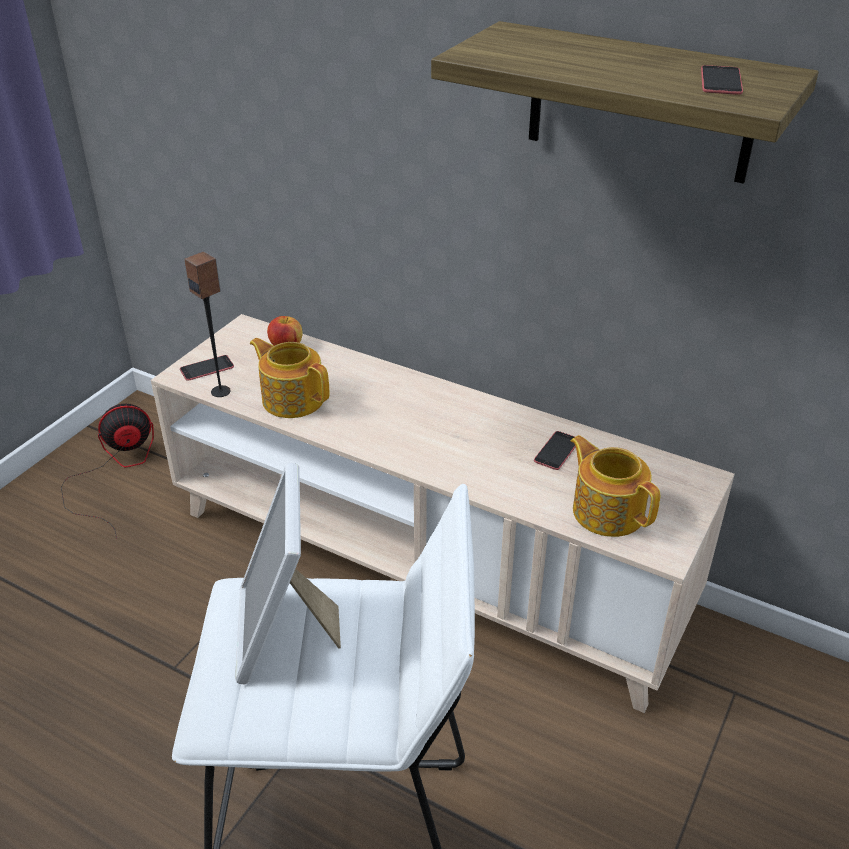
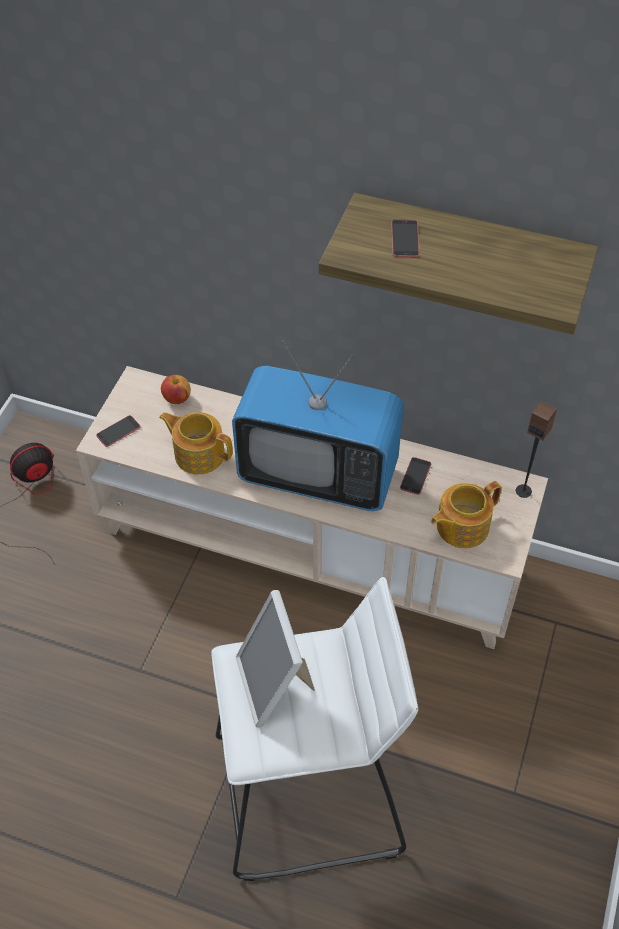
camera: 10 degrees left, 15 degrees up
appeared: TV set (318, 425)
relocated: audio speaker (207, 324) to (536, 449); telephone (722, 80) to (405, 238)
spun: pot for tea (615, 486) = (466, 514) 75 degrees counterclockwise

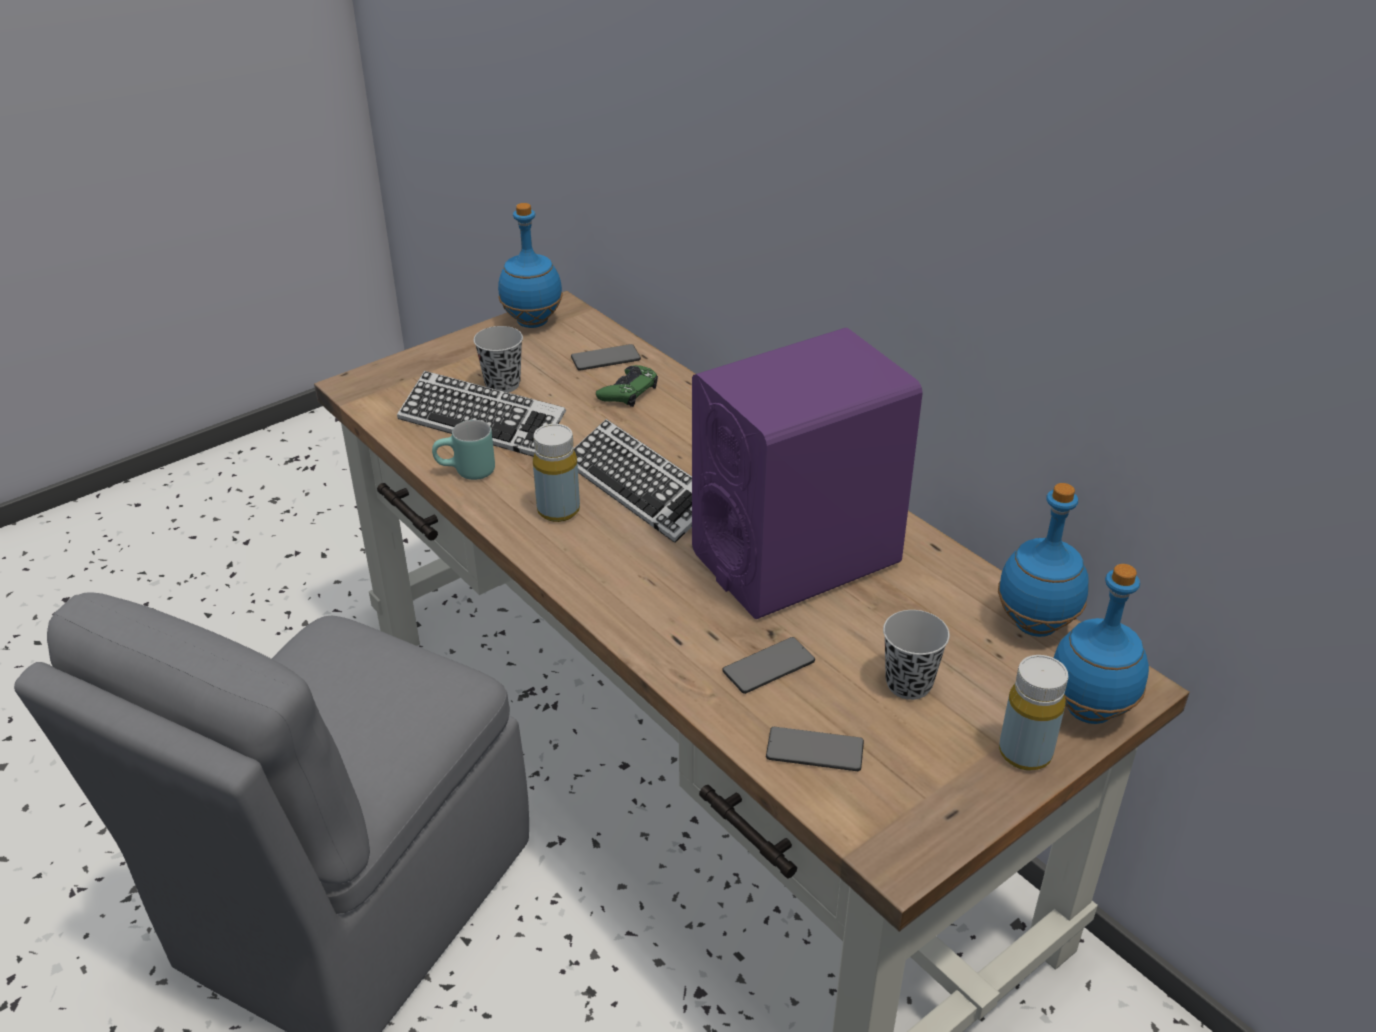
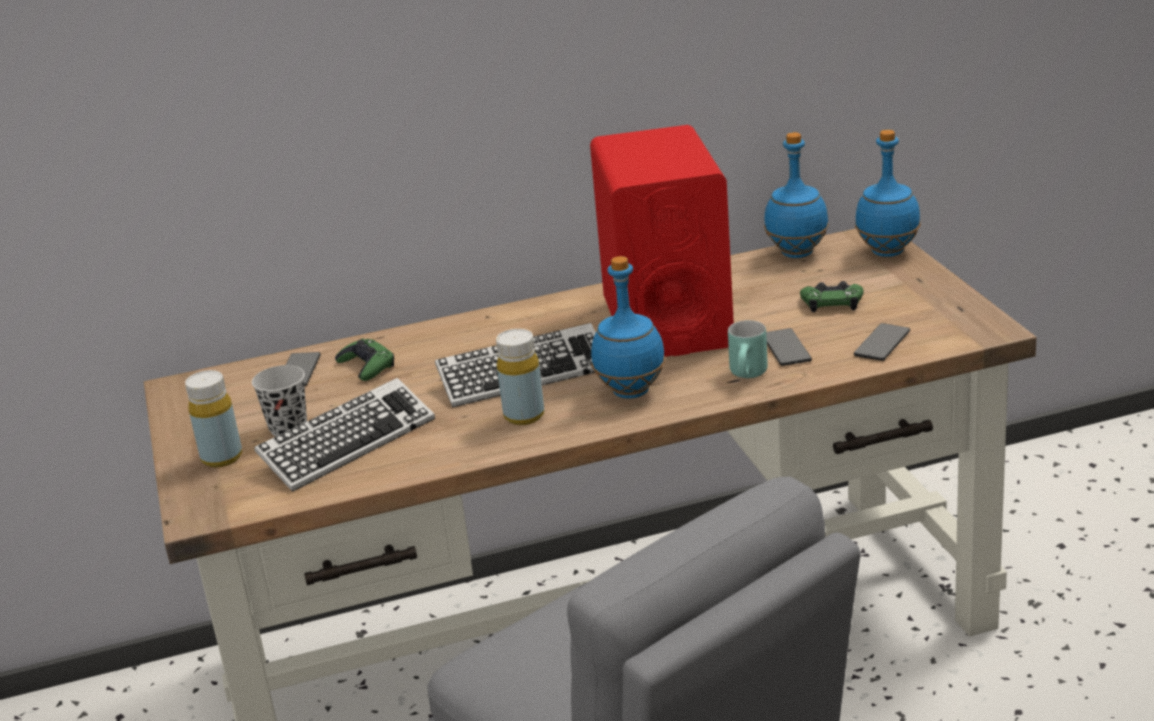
camera: 65 degrees left, 10 degrees down
relocated: turquoise-coloured tea mug (463, 450) to (748, 349); blue-coloured beverage bottle (530, 265) to (628, 327); yellow-coloured beverage bottle (1033, 713) to (213, 418)
exchanged: black drinking cup (916, 655) to greenish game controller (832, 296)
colour: purple audio speaker (807, 473) to red-coloured audio speaker (662, 241)

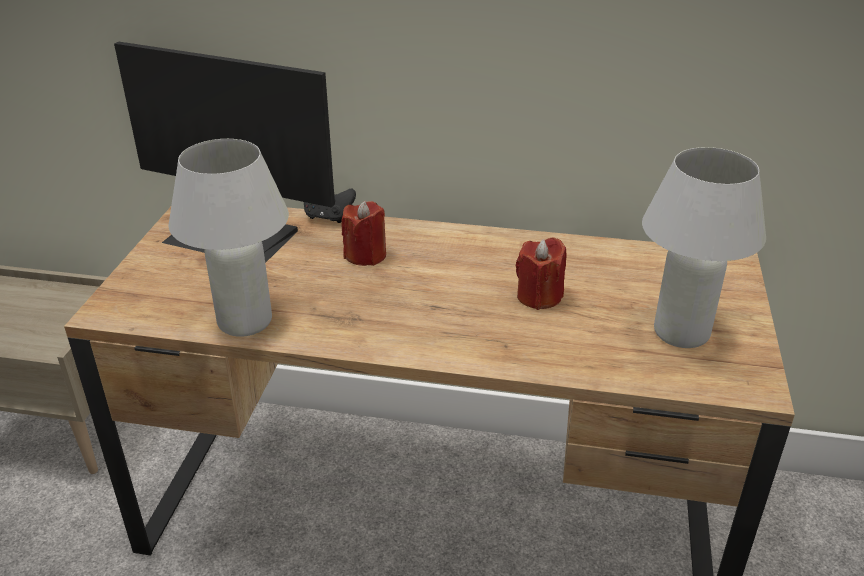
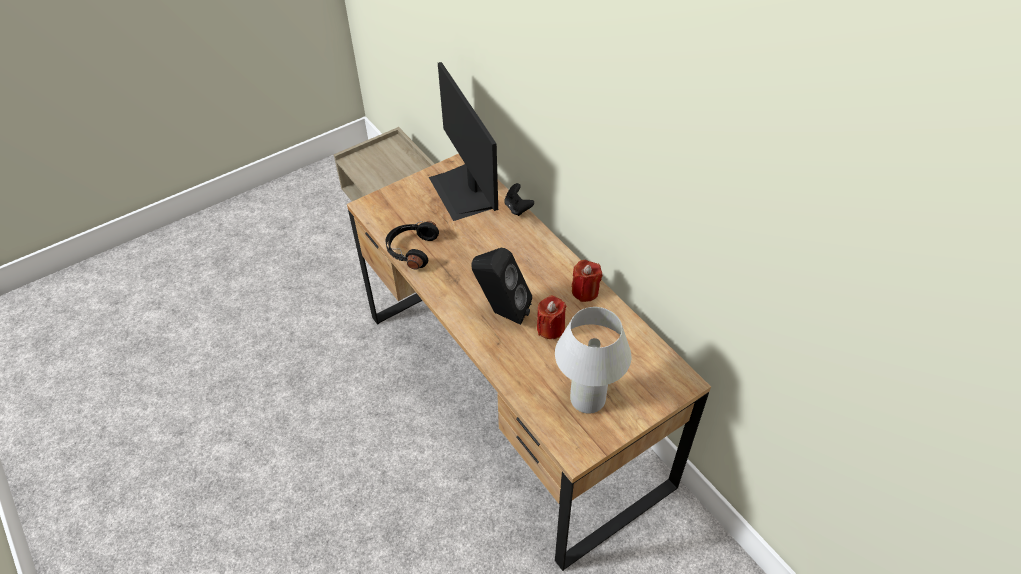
camera: 45 degrees right, 15 degrees up
appeared: black audio speaker (501, 286)
relocated: red-coloured wax candle (363, 233) to (587, 281)
exchanged: whitish table lamp (229, 238) to black headphones (412, 245)

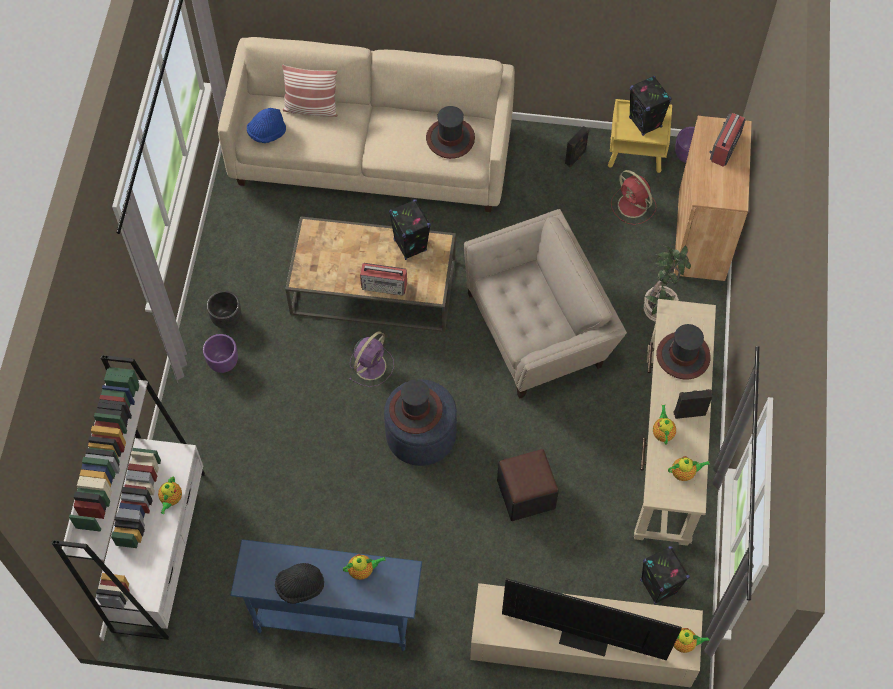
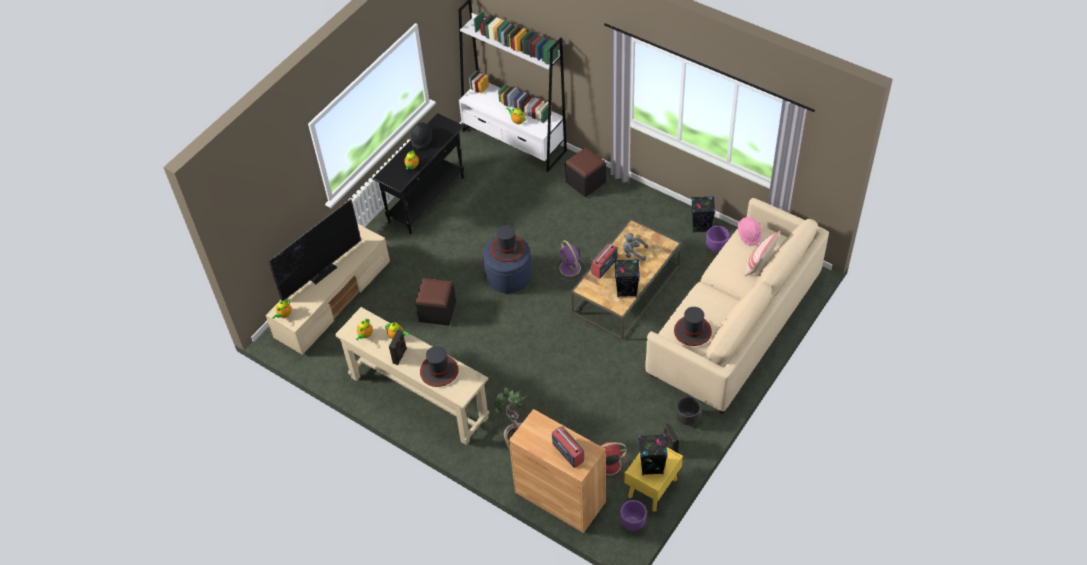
camera: 120 degrees right, 10 degrees down
missing: beige easy chair (545, 304)
appeared: black footrest (585, 172); greyish plush toy (635, 247)
relocated: purple flower pot (220, 353) to (717, 239); black flower pot (224, 310) to (688, 410); black audio speaker (665, 575) to (703, 214)
colour: blue-coloured narrow table (326, 595) to black narrow table (418, 173); blue-coloured wearable hat (266, 125) to pinkish wearable hat (749, 231)

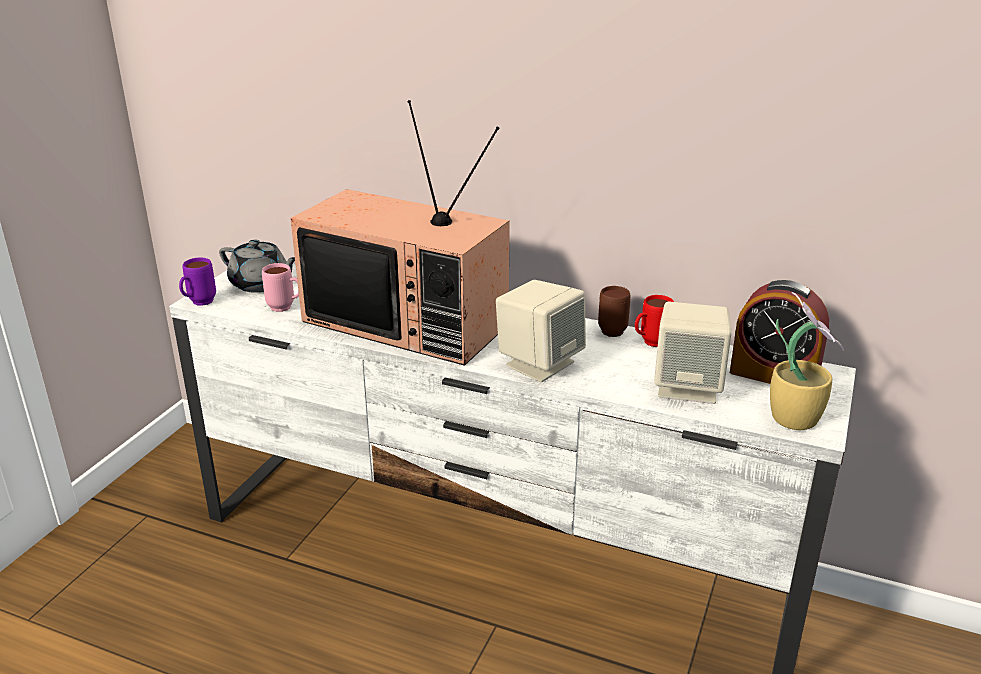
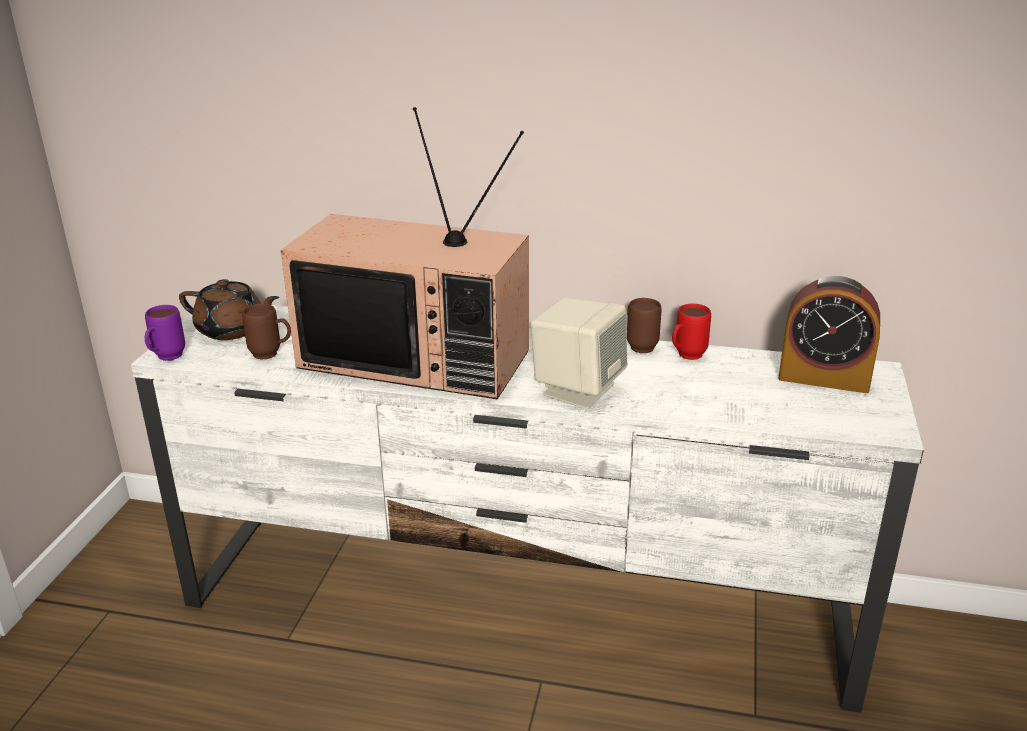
camera: 10 degrees left, 0 degrees up
missing: beige audio speaker (692, 352); potted plant (807, 361)
colour: greyish pot for tea (257, 266) to brown pot for tea (229, 309); pinkish tea mug (280, 287) to brown tea mug (266, 332)

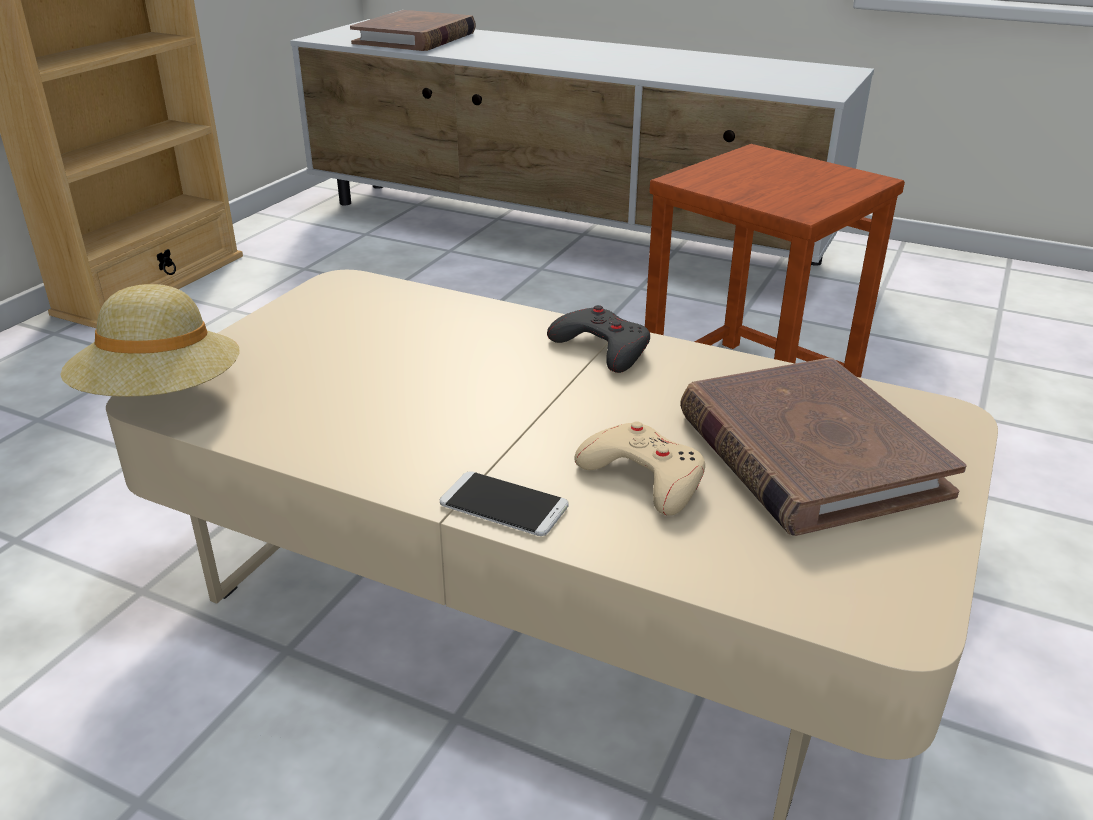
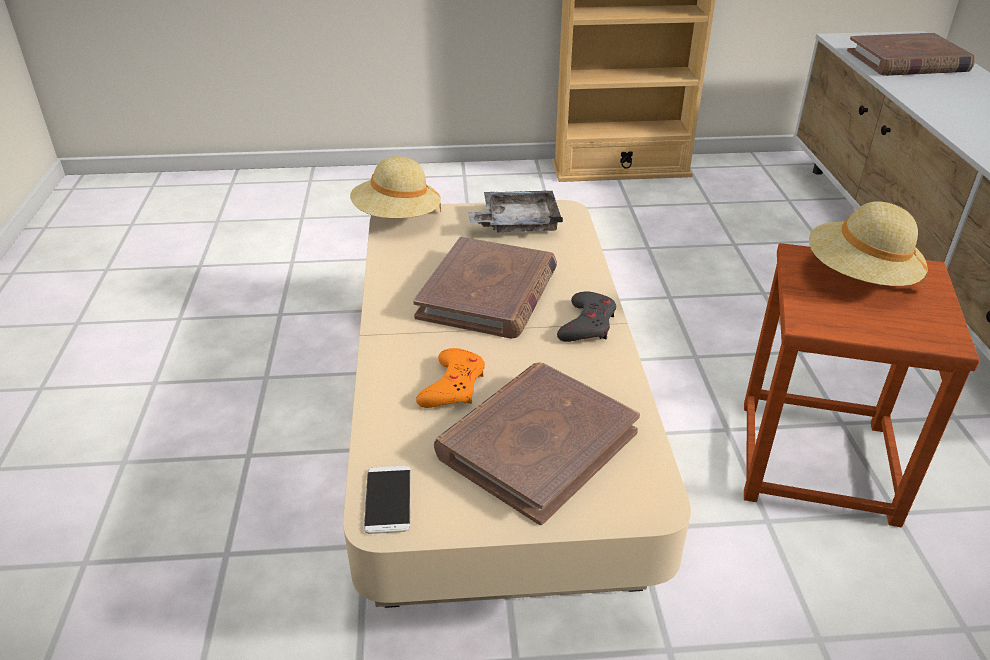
camera: 60 degrees right, 5 degrees up
appeared: brown book (485, 288); greyish serving tray (515, 212); beige wearable hat (868, 245)
relocated: telephone (504, 503) to (387, 500)
colour: beige game controller (639, 468) to orange game controller (450, 378)

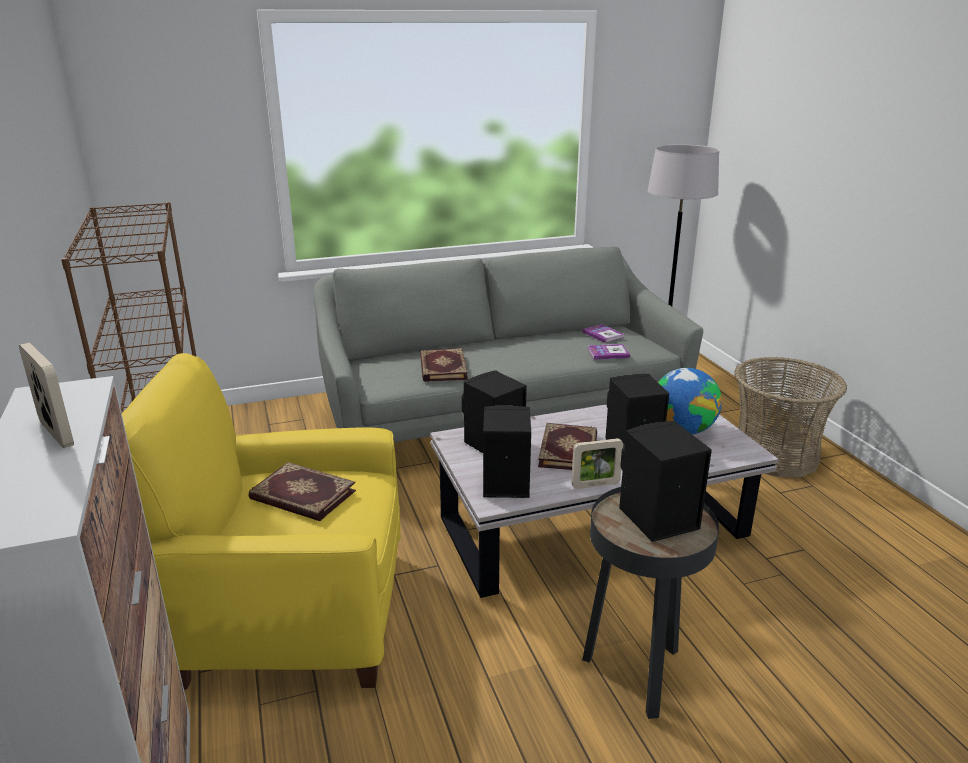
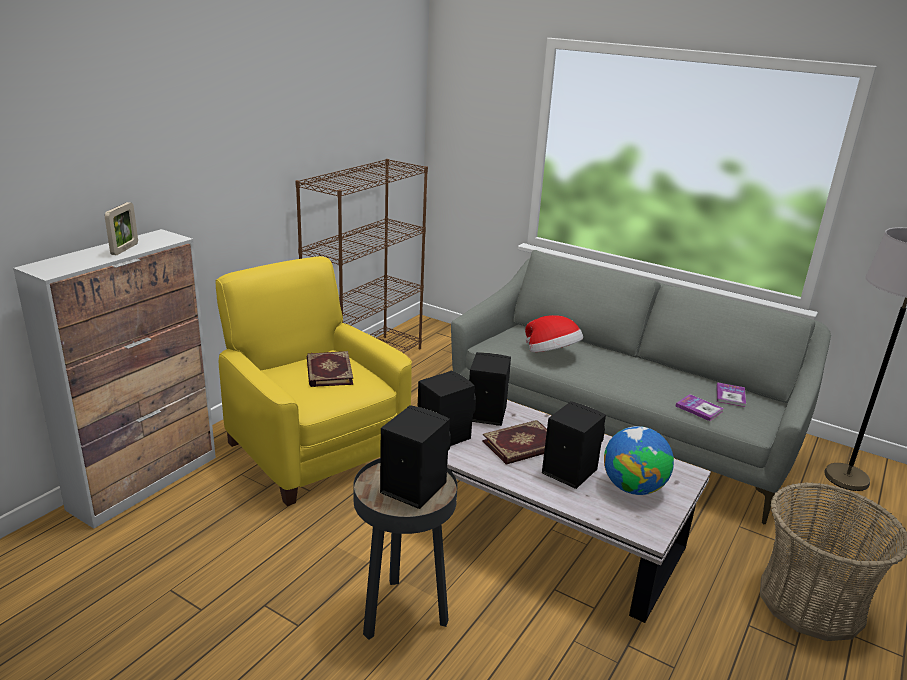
camera: 50 degrees right, 0 degrees up
missing: picture frame (597, 463)
exchanged: book (444, 365) to wearable hat (554, 333)

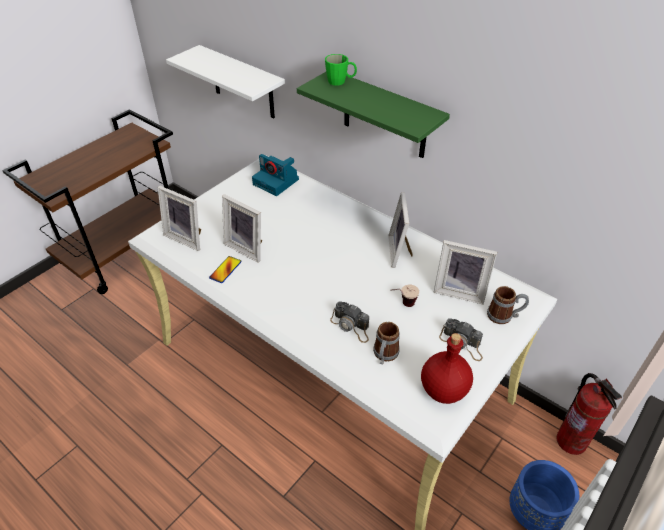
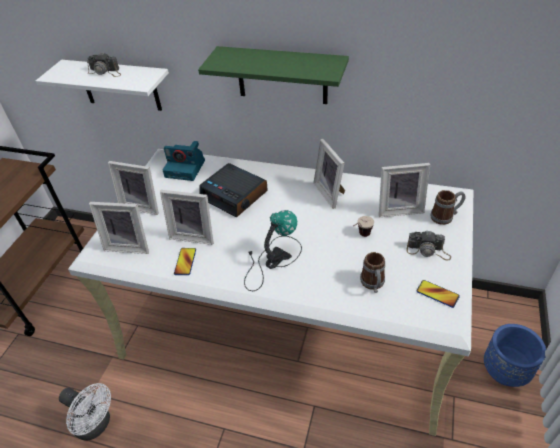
camera: 20 degrees left, 0 degrees up
missing: greenish tea mug (341, 70); fire extinguisher (589, 414)
appeared: whitish fan (85, 412); picture frame (133, 188); bedside clock (233, 190); table lamp (273, 250)
relocated: still camera (349, 322) to (104, 64)
exchanged: red-coloured beverage bottle (447, 368) to telephone (438, 294)

